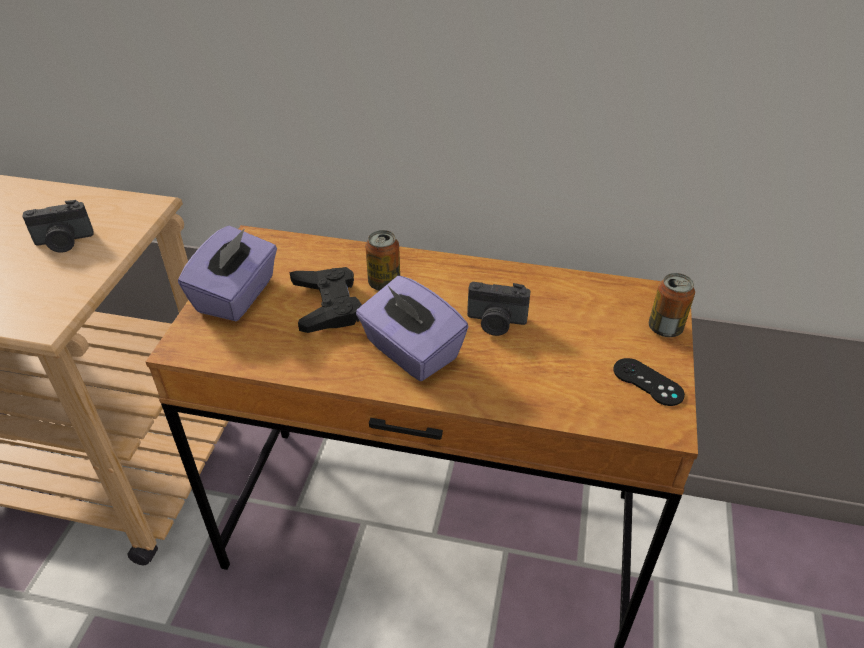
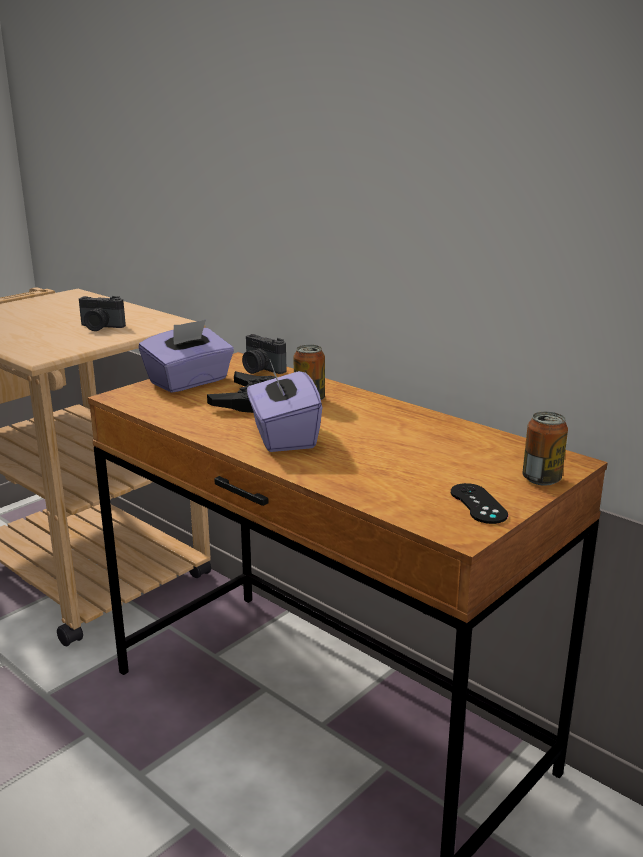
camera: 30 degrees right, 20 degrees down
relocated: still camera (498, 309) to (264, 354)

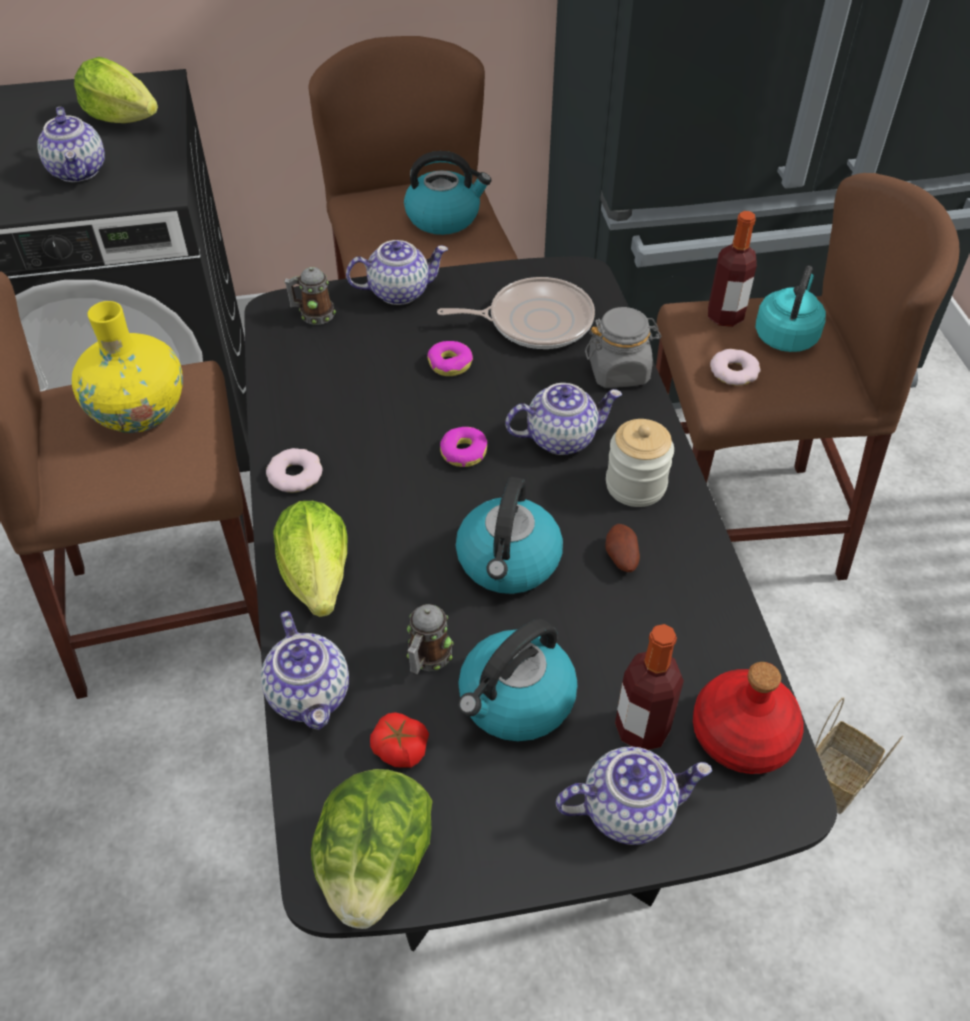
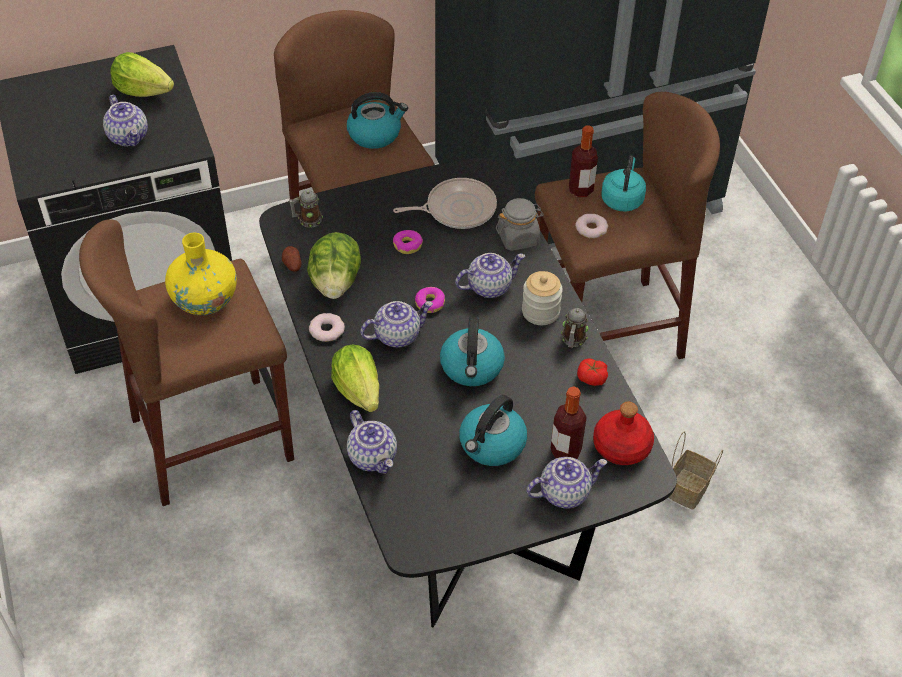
camera: 10 degrees left, 0 degrees up
relocated: head of lettuce (372, 849) to (334, 265); pot for tea (397, 272) to (396, 324); whole tomato (399, 740) to (592, 372); tea mug (430, 639) to (575, 328); potato (622, 548) to (292, 259)

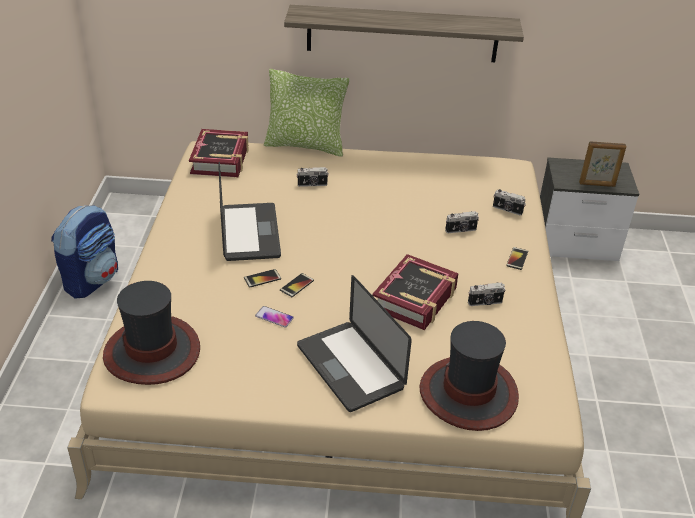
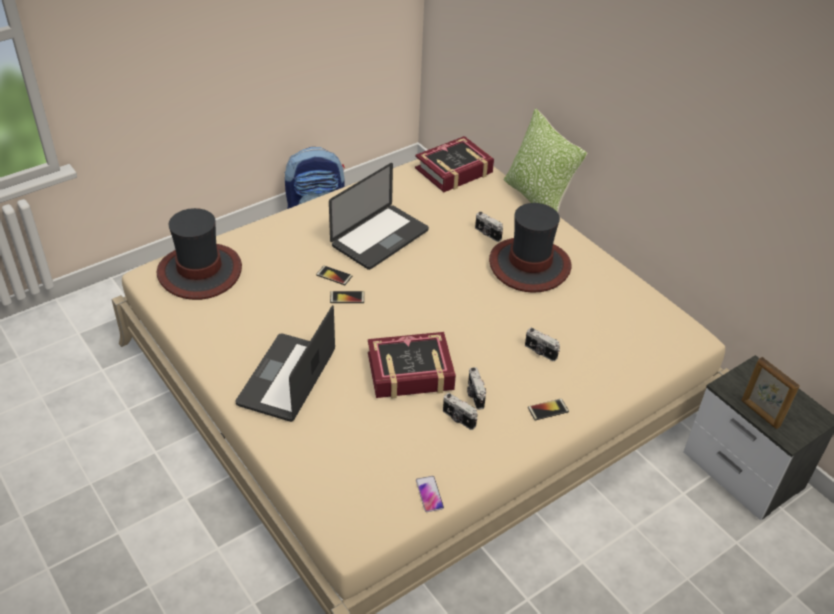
camera: 50 degrees right, 5 degrees up
missing: wall shelf (404, 33)
relocated: telephone (274, 316) to (430, 494); wearable hat (469, 376) to (530, 248); still camera (509, 202) to (476, 388)

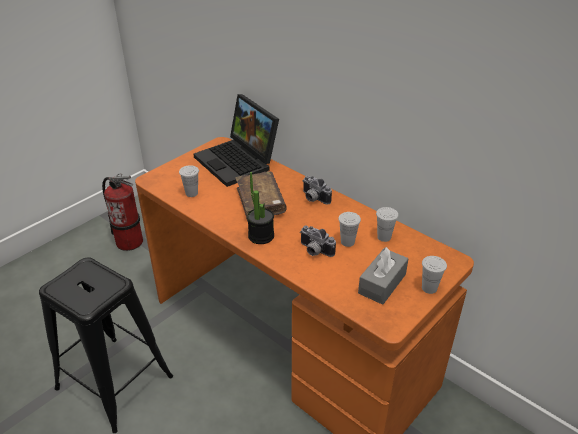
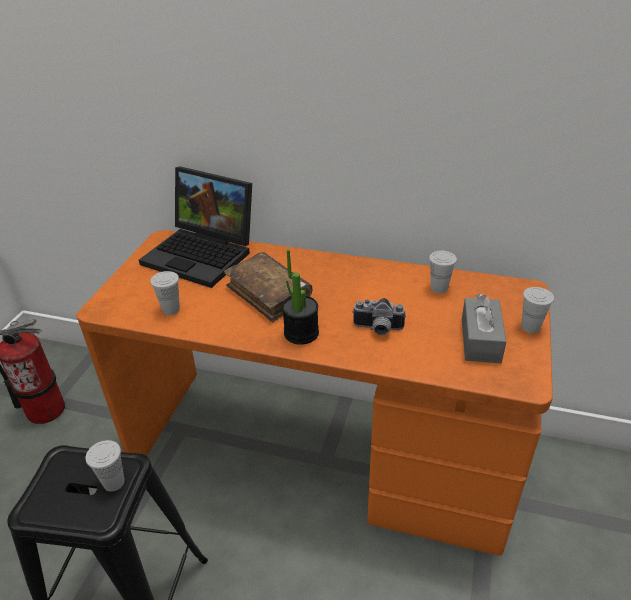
camera: 25 degrees left, 0 degrees up
missing: still camera (317, 189)
relocated: whitish drinking cup (349, 229) to (105, 466)

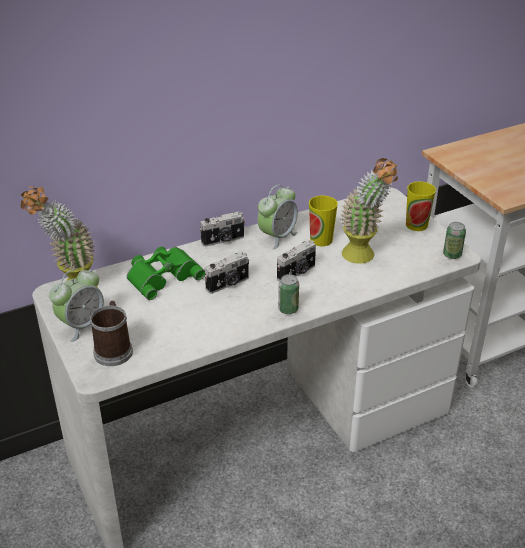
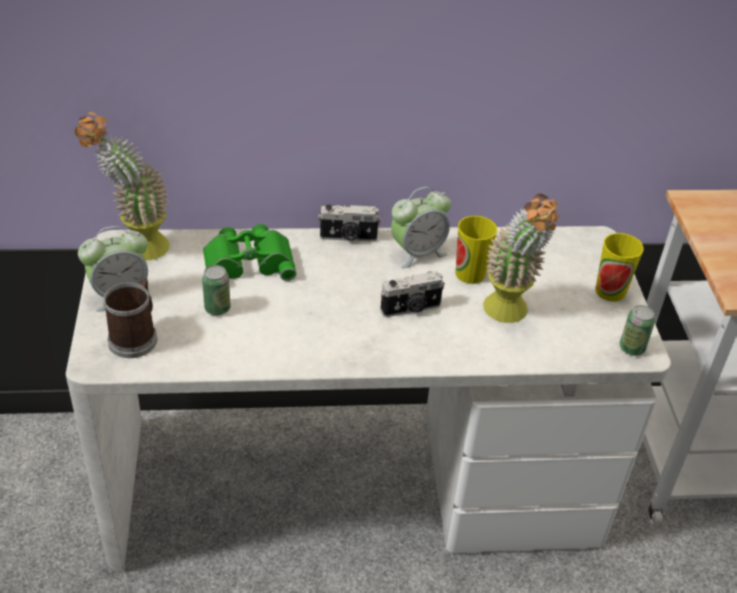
camera: 20 degrees right, 5 degrees up
missing: still camera (226, 273)
relocated: metal can (288, 294) to (216, 290)

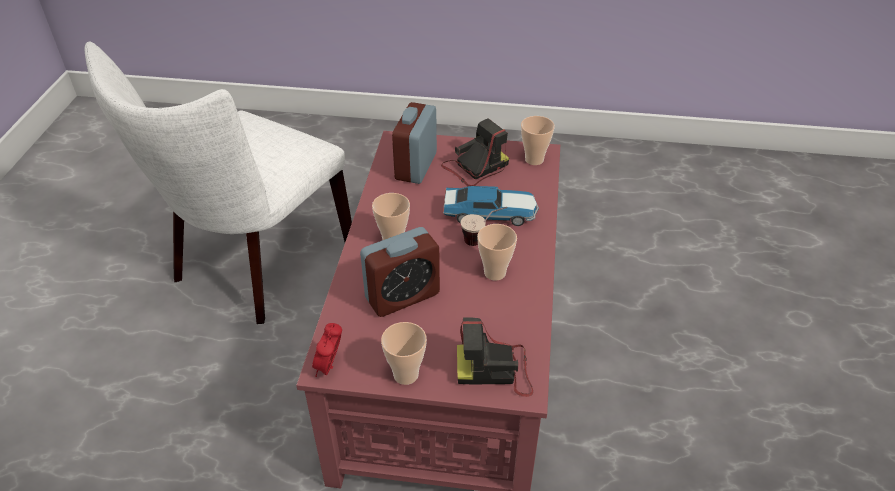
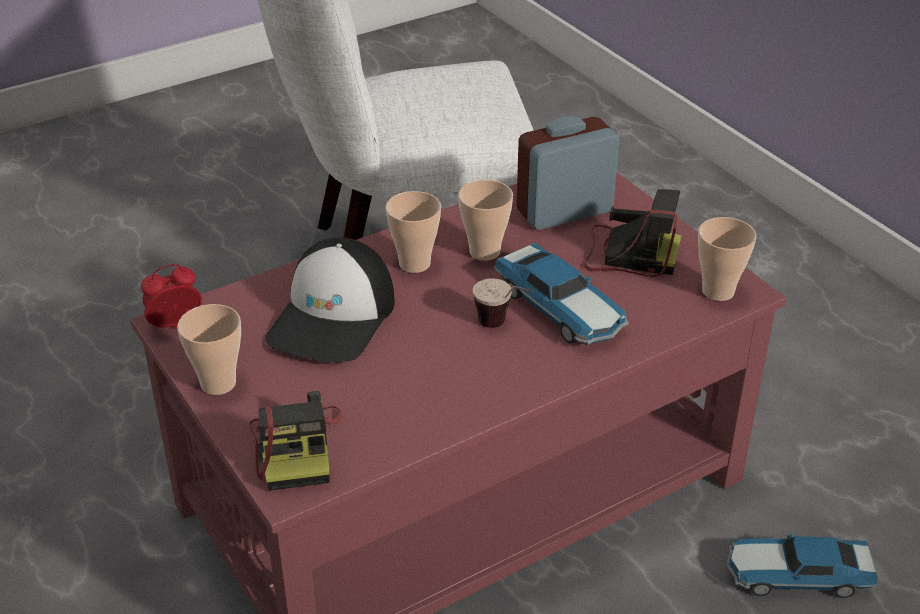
camera: 50 degrees right, 5 degrees down
appeared: model car (802, 565)
relocated: drinking cup (497, 252) to (485, 220)
exchanged: bedside clock (400, 272) to cap (330, 300)
spun: still camera (495, 357) = (295, 441) 150 degrees counterclockwise

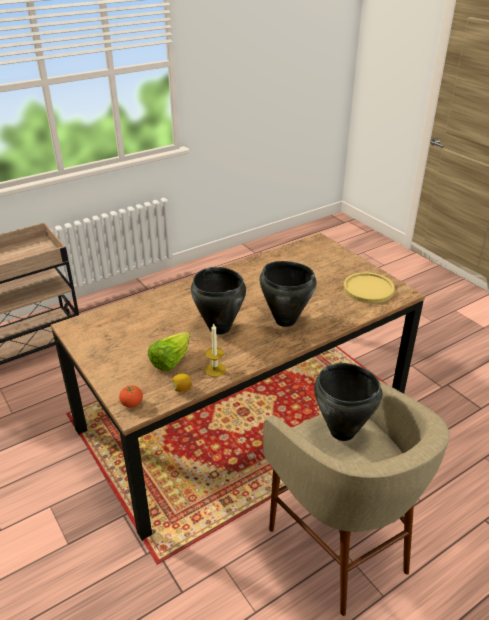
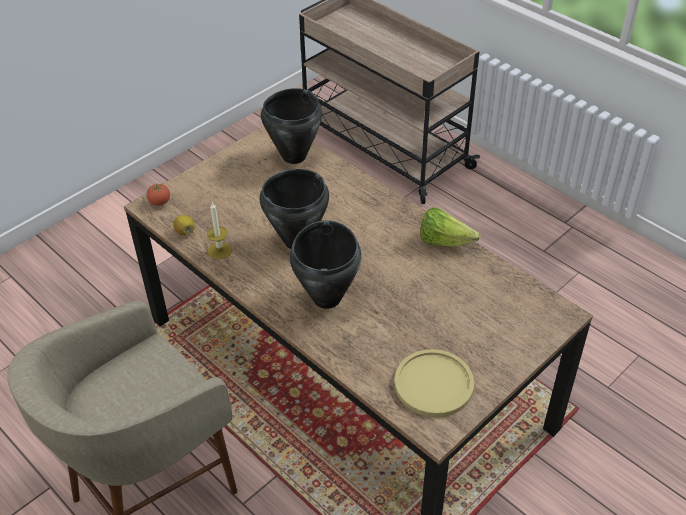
camera: 80 degrees right, 10 degrees up
relocated: head of lettuce (169, 351) to (450, 227); black cooking pot (348, 402) to (291, 126)

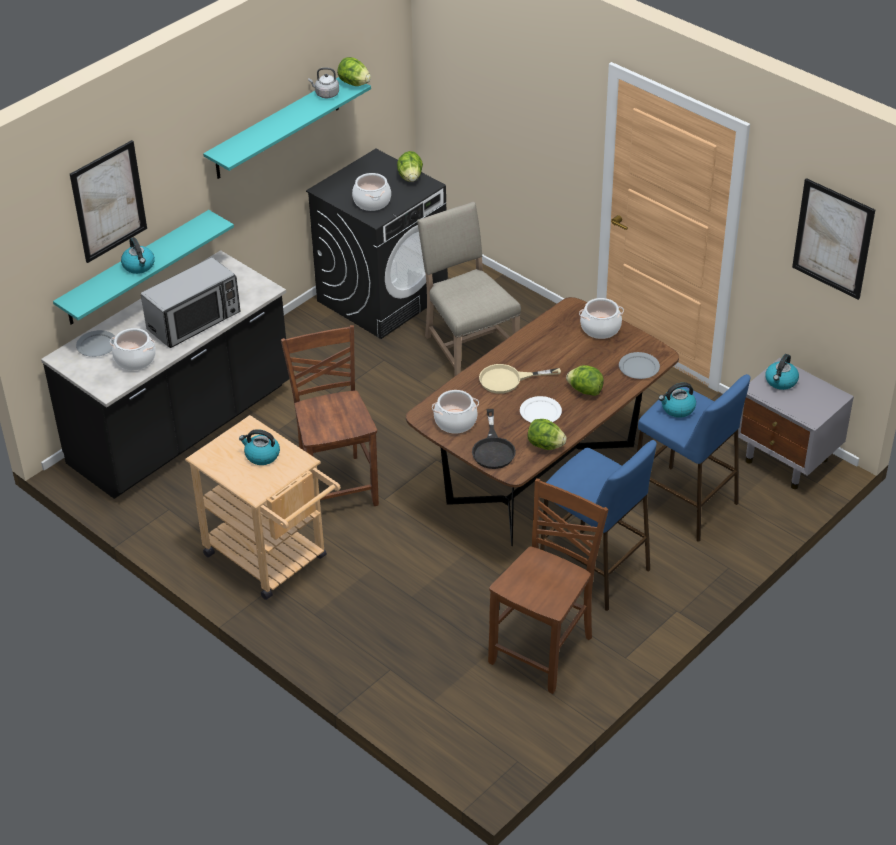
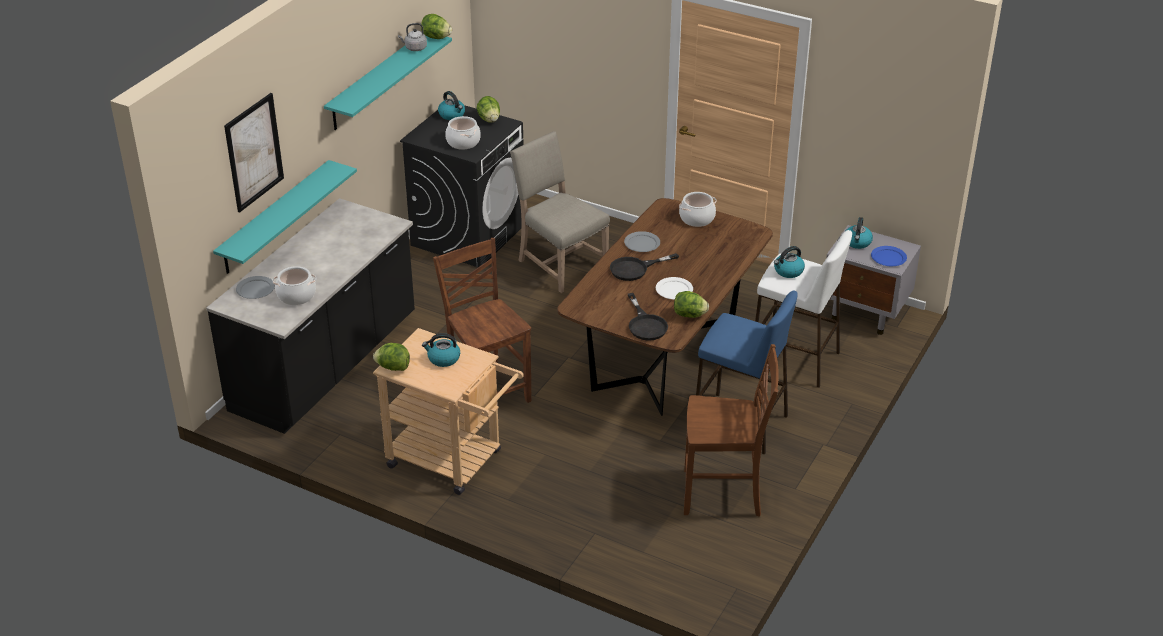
camera: 15 degrees left, 5 degrees down
missing: kitchen microwave (191, 302); cooking pot (455, 412); wall picture (833, 239)
appeared: blue-coloured plate (889, 256)
relocated: kettle (138, 255) to (451, 105); head of lettuce (585, 380) to (391, 357); greyish plate (639, 365) to (642, 241)
colour: beige skillet (520, 379) to black skillet (644, 267); blue-coloured stool (693, 458) to whitish stool (803, 309)
spun: brown chair (548, 586) = (731, 430) 75 degrees clockwise

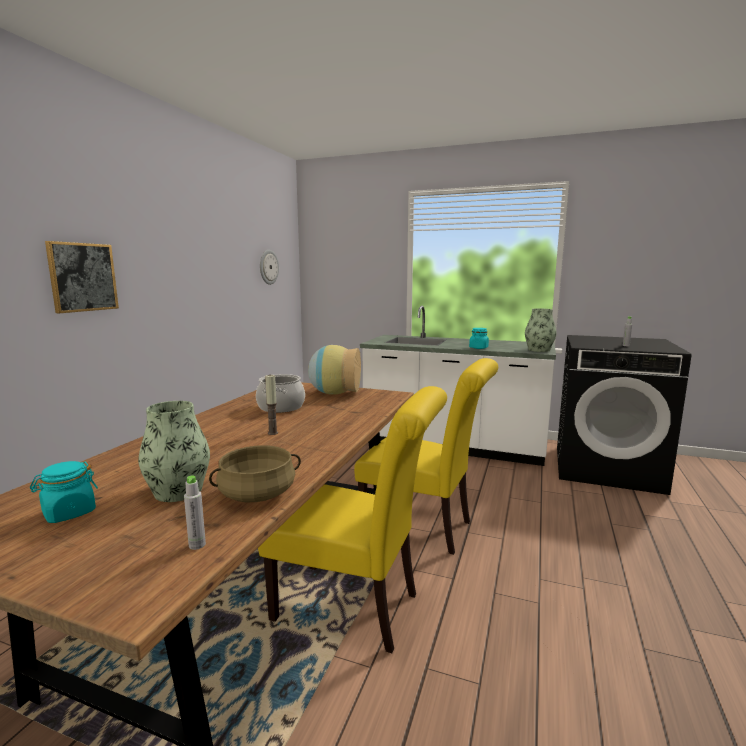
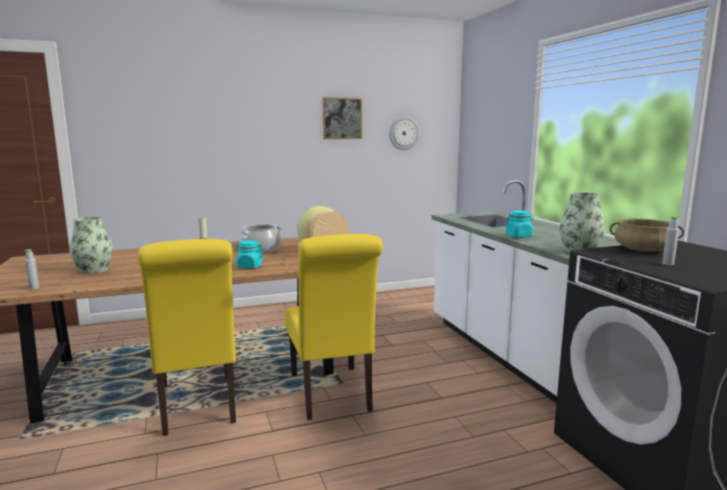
camera: 50 degrees right, 0 degrees up
relocated: turquoise-coloured jar (64, 492) to (249, 254); wall picture (82, 277) to (342, 118); beige cooking pot (255, 473) to (647, 235)

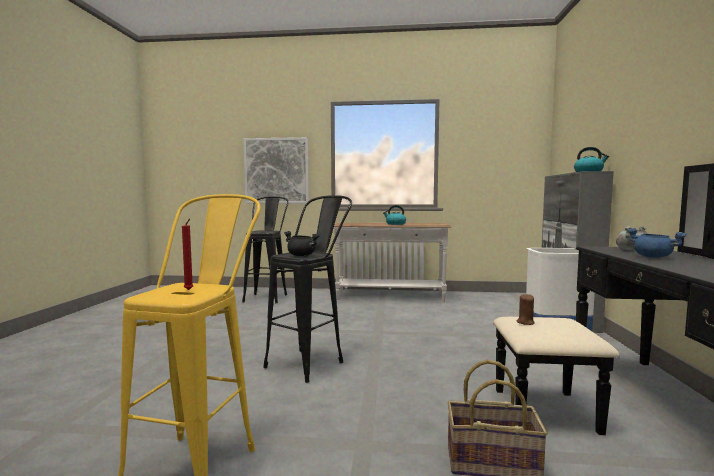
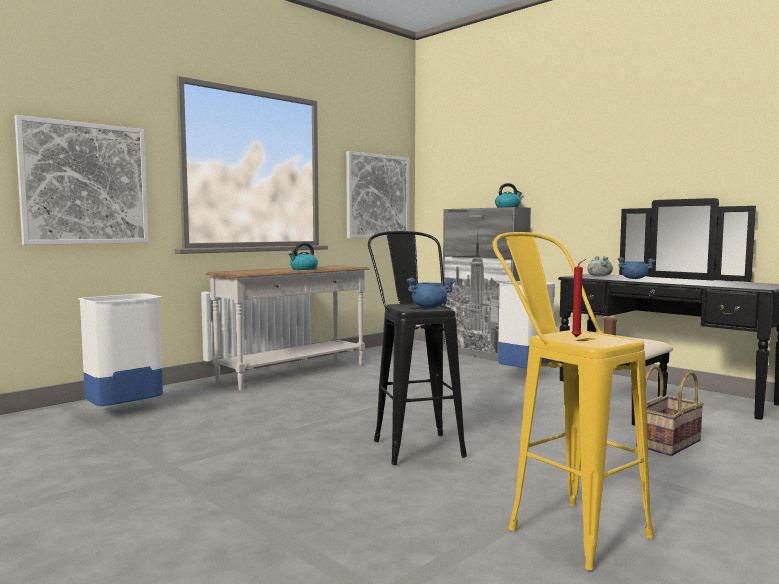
camera: 50 degrees left, 0 degrees up
appeared: wall picture (377, 194)
exchanged: black stool (265, 249) to whitish waste bin (120, 350)
colour: black cooking pot (302, 243) to blue-coloured cooking pot (431, 293)

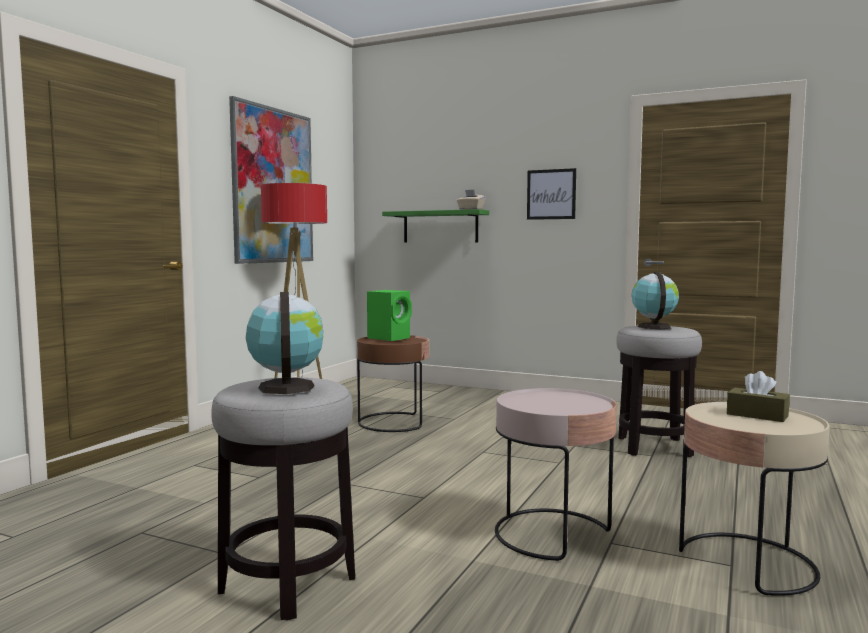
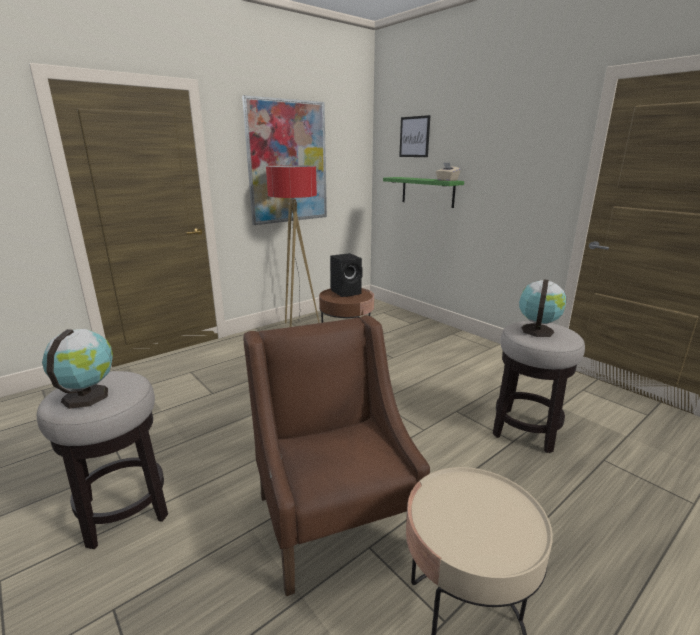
camera: 25 degrees right, 15 degrees up
missing: brown tissue box (758, 396)
relocated: wall picture (551, 194) to (414, 136)
exchanged: pinkish end table (556, 474) to brown easy chair (336, 455)
colour: greenish audio speaker (389, 315) to black audio speaker (346, 275)

